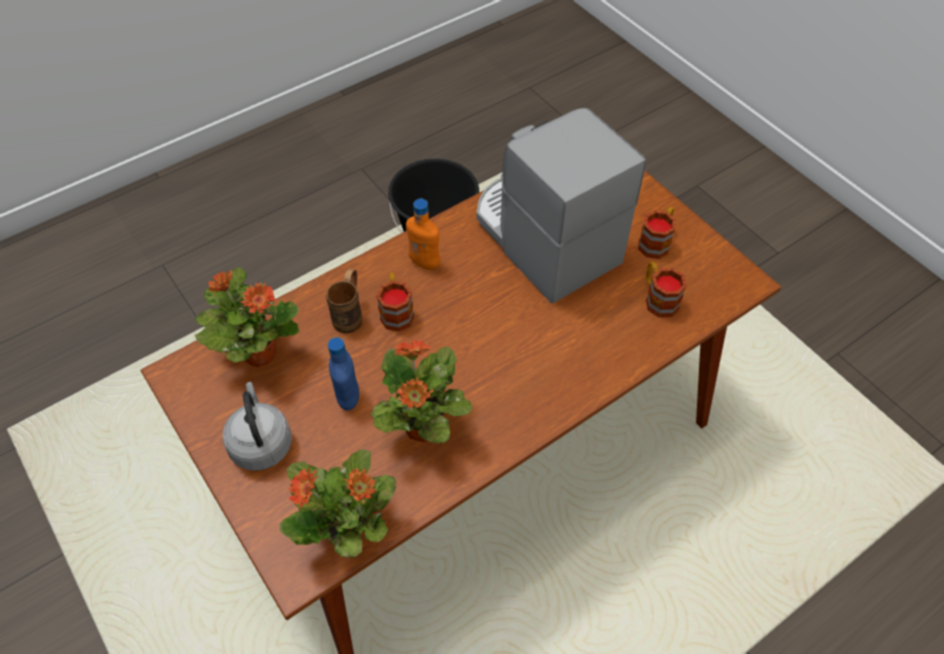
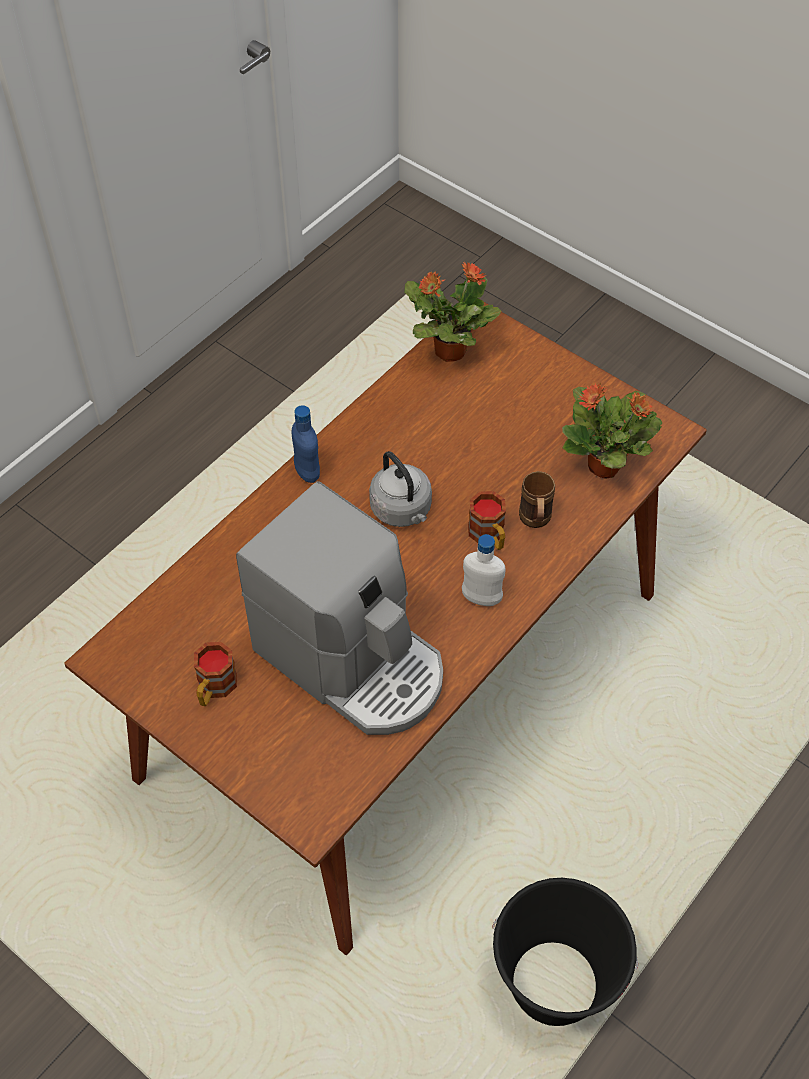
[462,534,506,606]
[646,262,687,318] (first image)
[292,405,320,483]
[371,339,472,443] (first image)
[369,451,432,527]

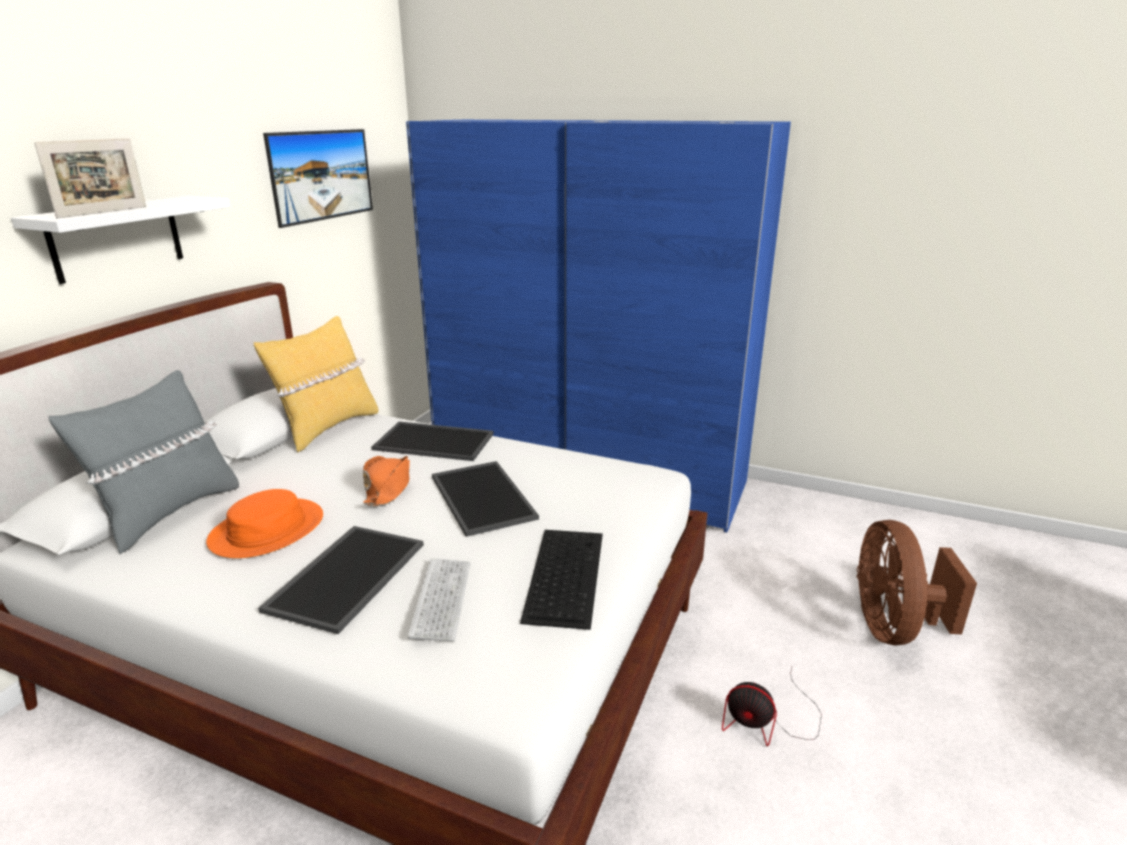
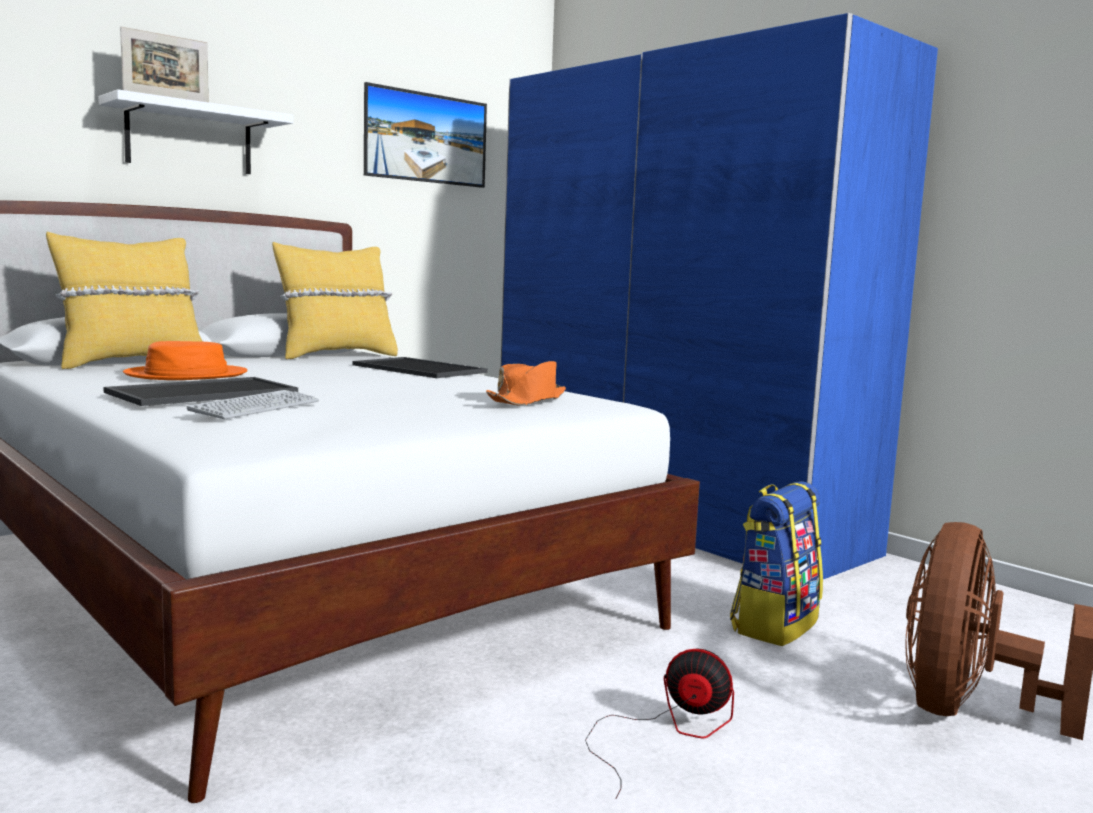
[46,232,203,369]
[486,361,566,405]
[432,461,539,537] (first image)
[520,530,603,630] (first image)
[585,648,734,799]
[730,481,823,646]

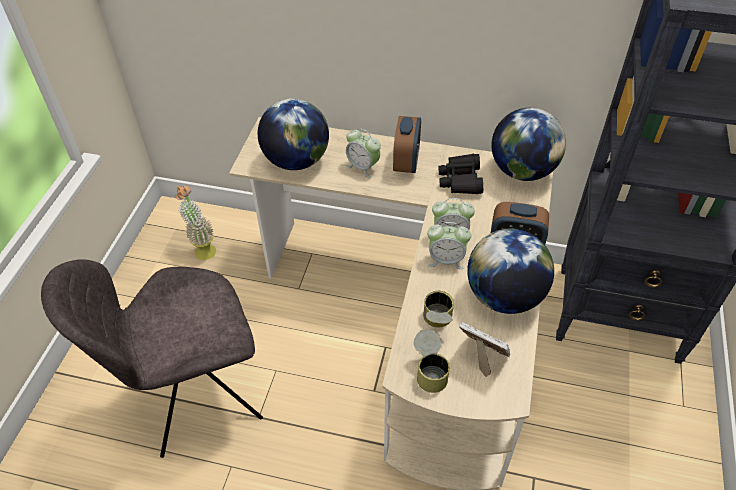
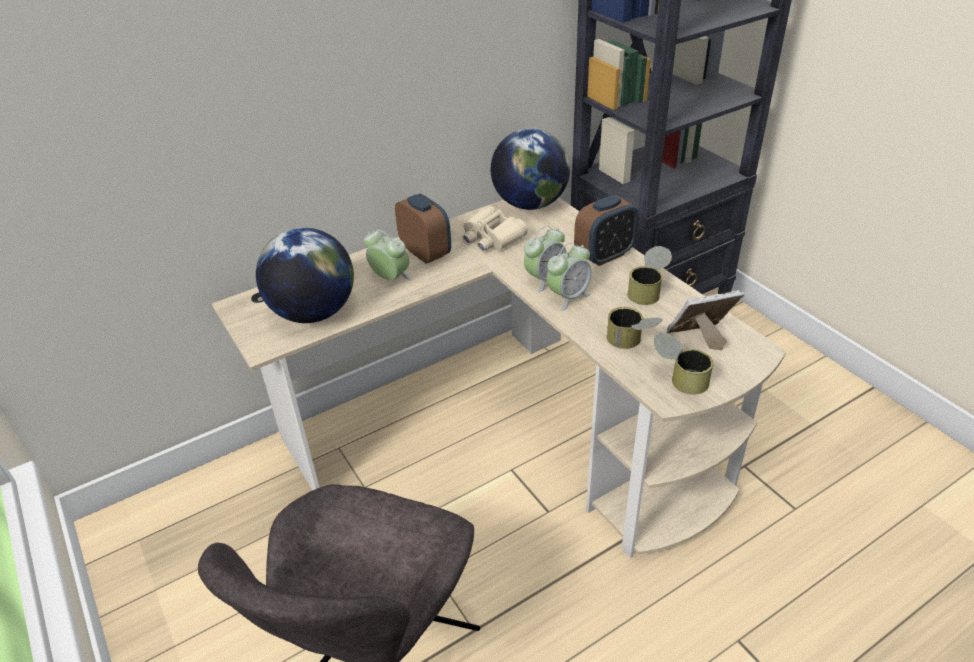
[364,230,413,281]
[462,206,528,252]
[175,185,216,260] (first image)
[627,246,672,305]

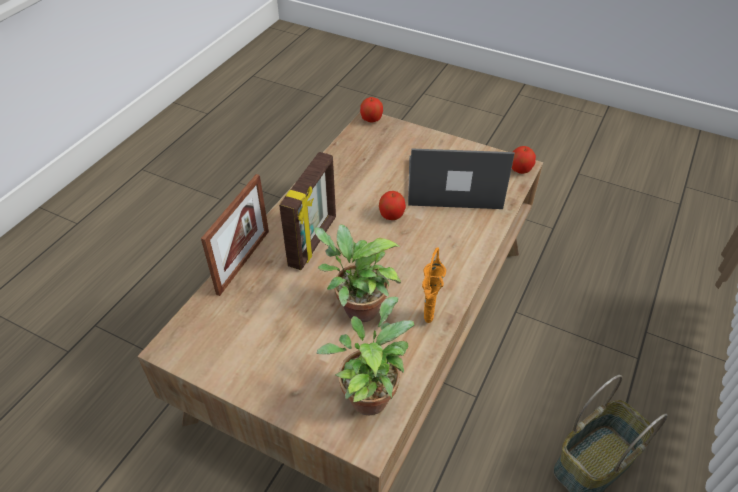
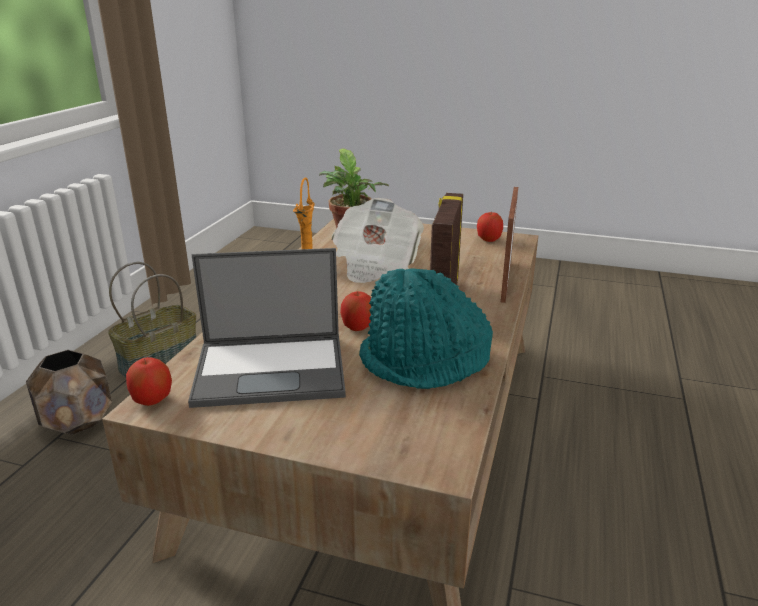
[477,211,503,242]
[332,198,424,283]
[359,268,493,389]
[26,350,112,435]

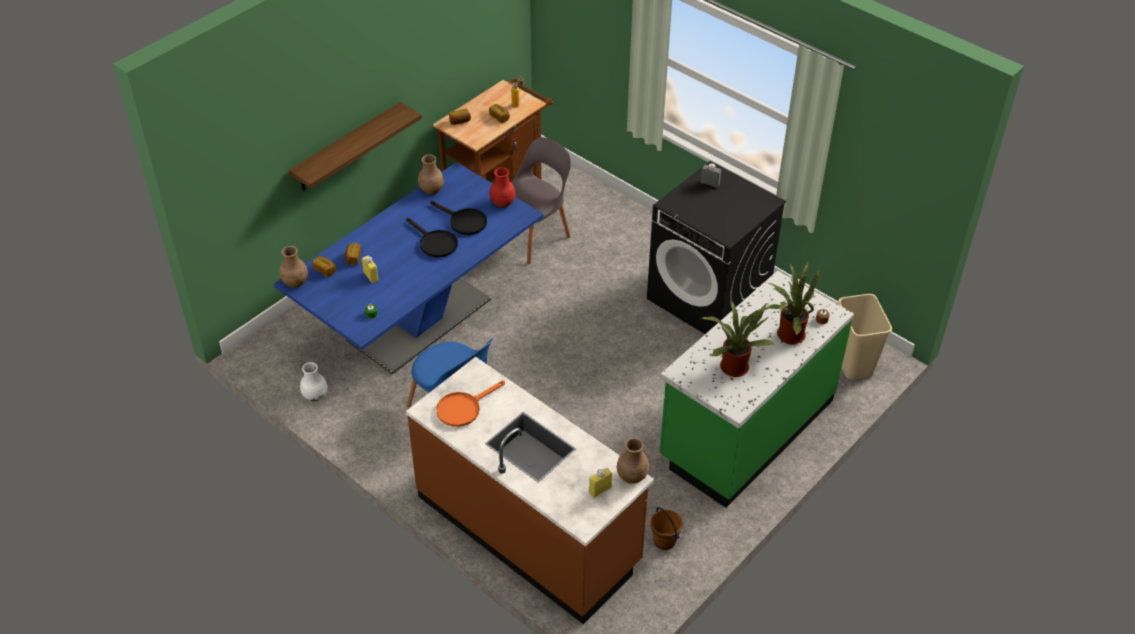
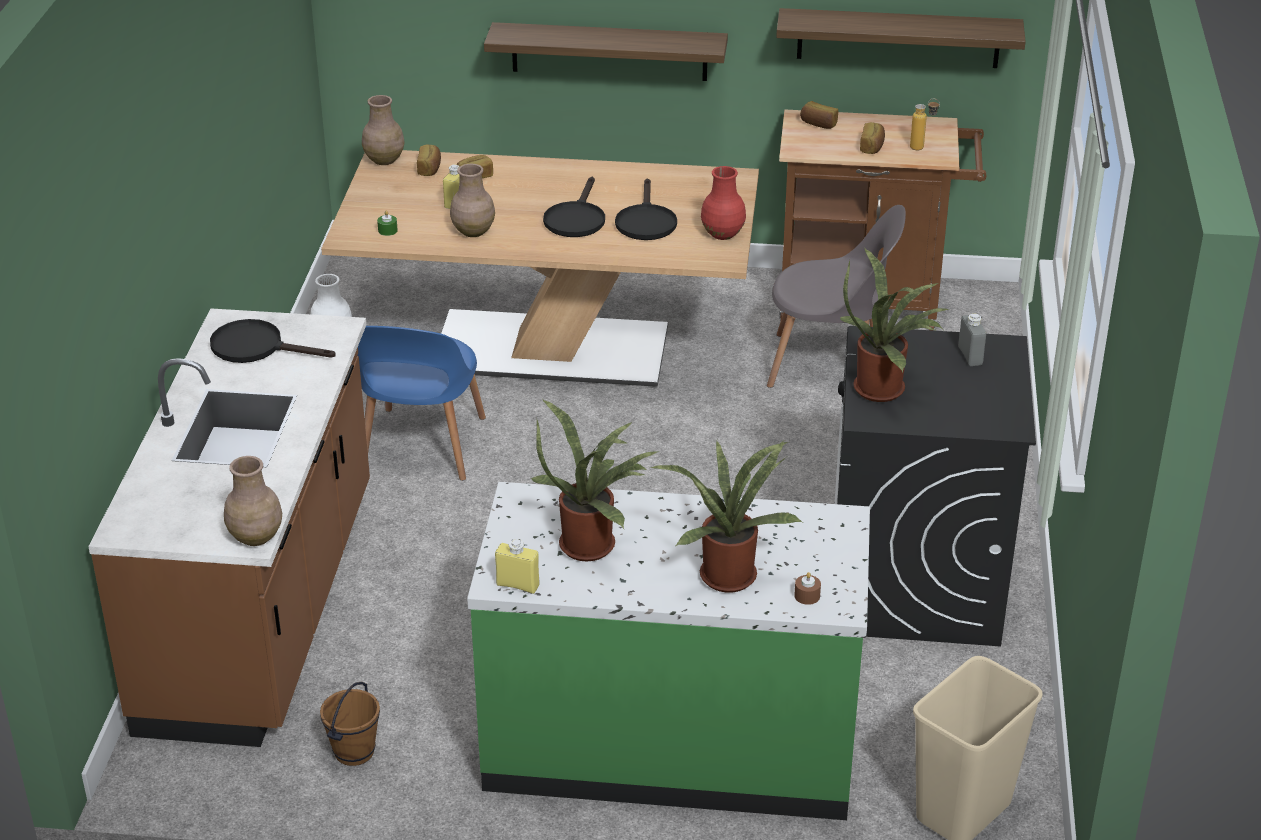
[450,164,495,237]
[321,150,759,387]
[210,319,336,363]
[495,539,539,594]
[776,8,1026,68]
[840,248,950,402]

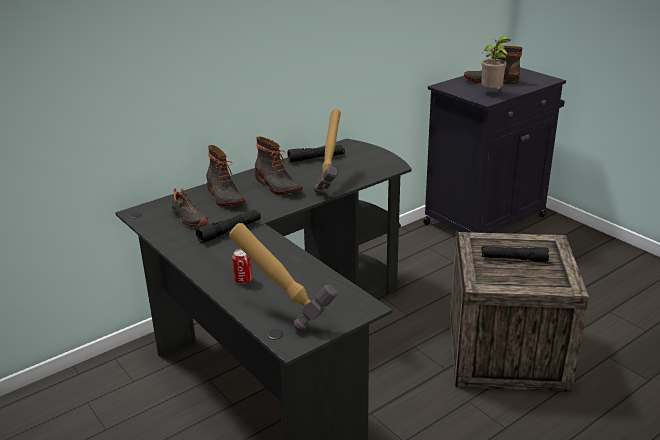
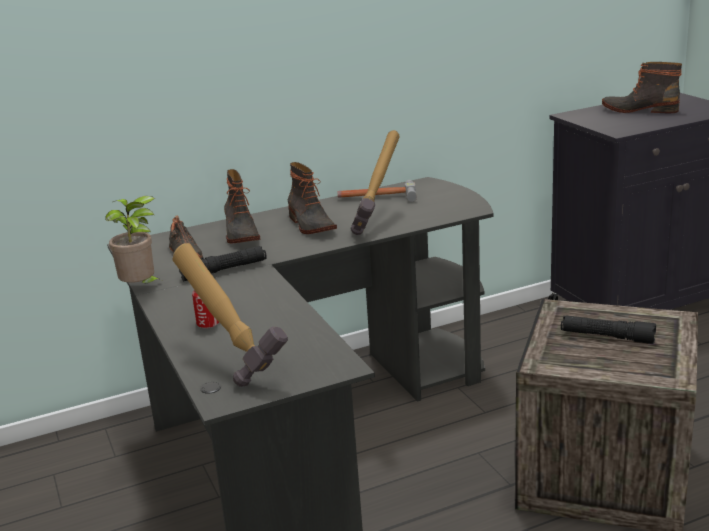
[105,196,161,283]
[338,180,417,202]

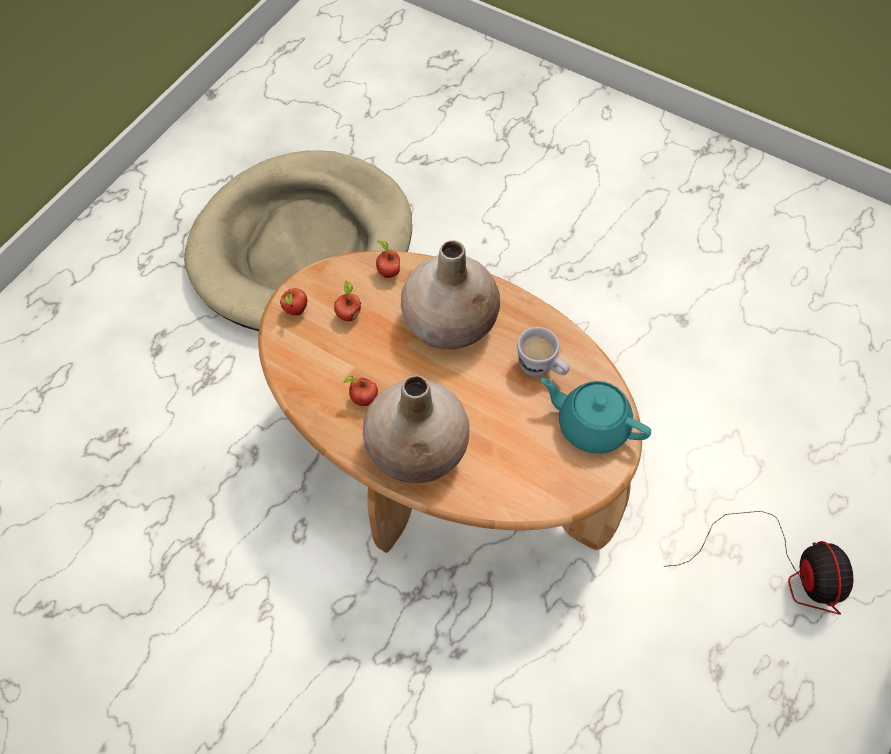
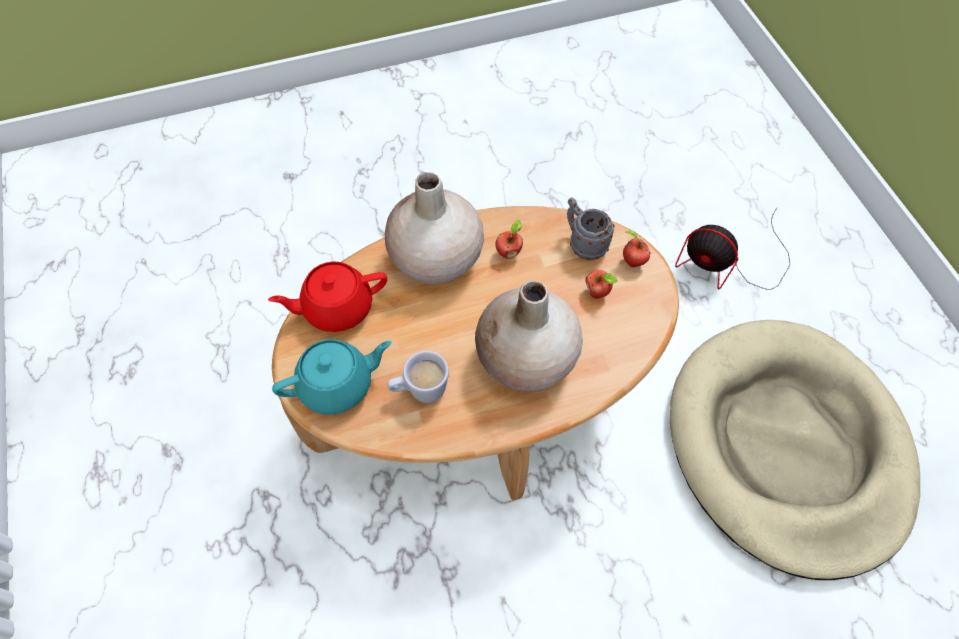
[376,240,400,278] (first image)
[675,207,790,290]
[567,197,615,260]
[268,261,387,332]

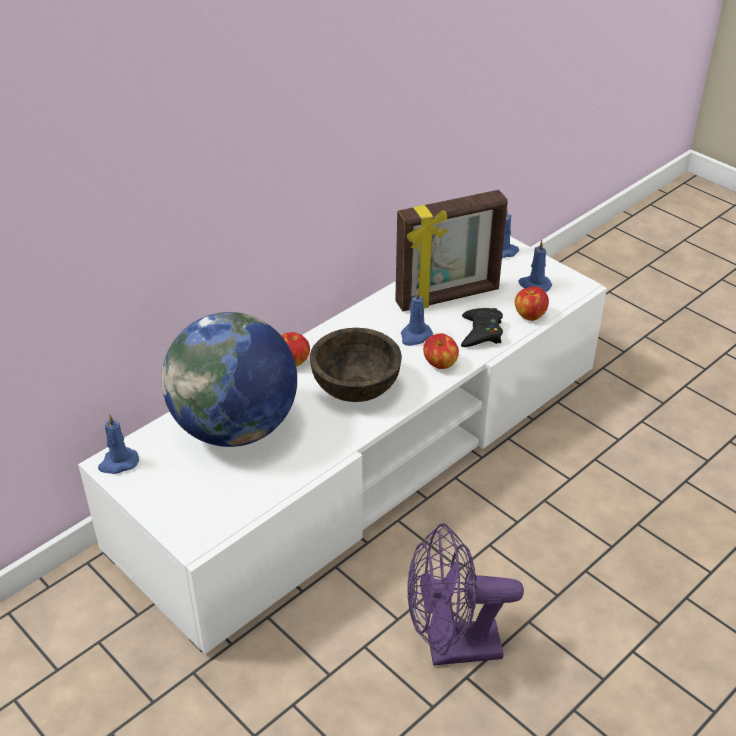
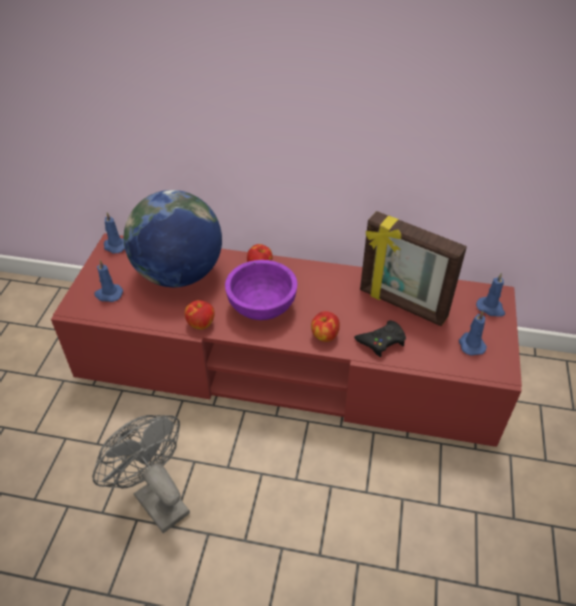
[51,233,522,447]
[185,300,215,330]
[94,260,123,302]
[225,260,297,320]
[92,415,190,533]

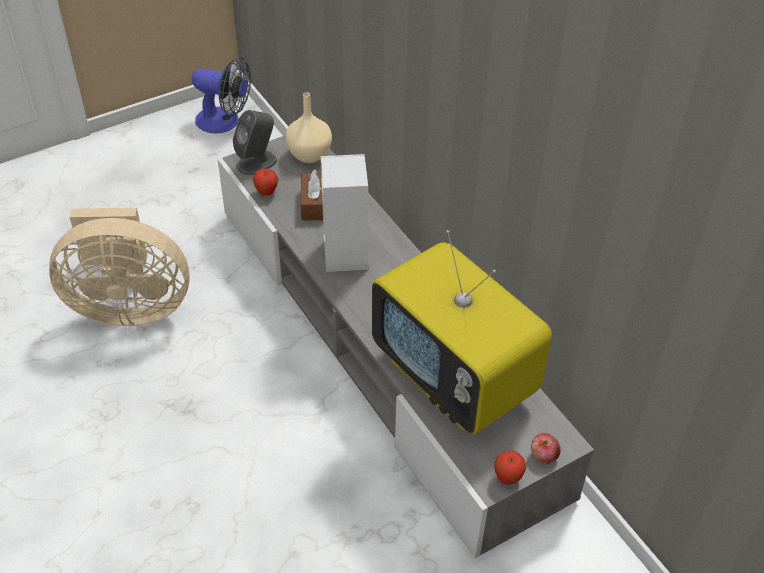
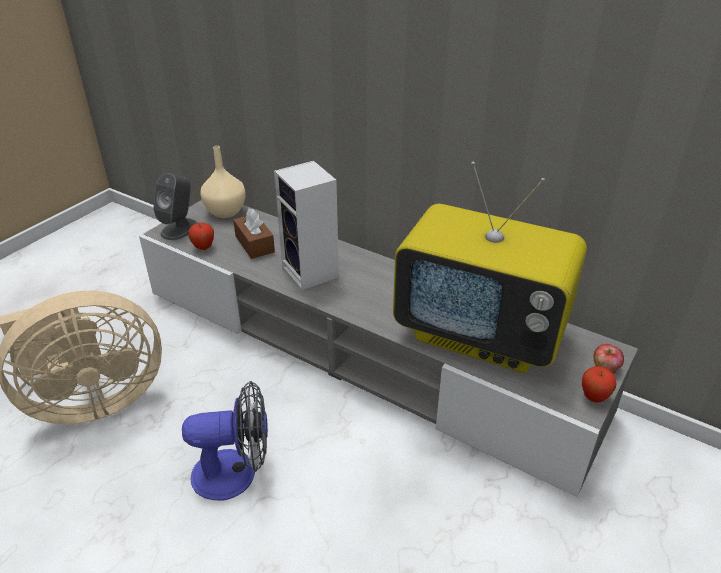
[182,381,268,500]

